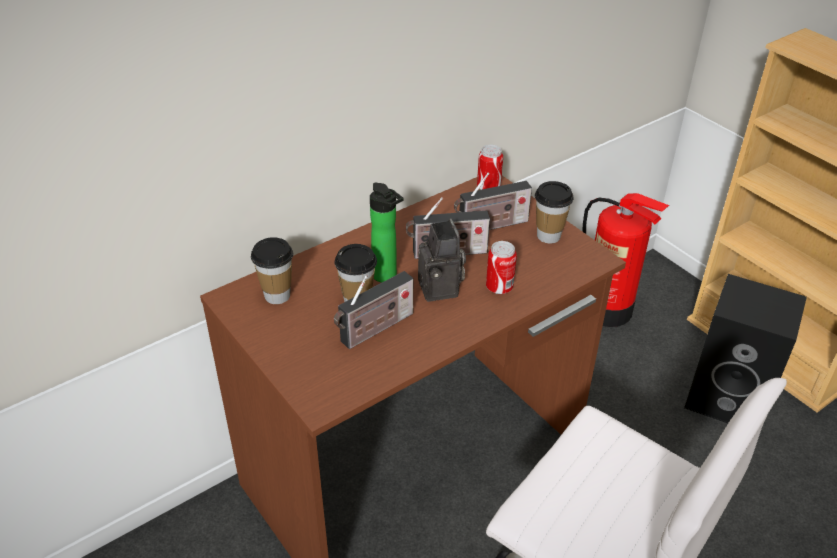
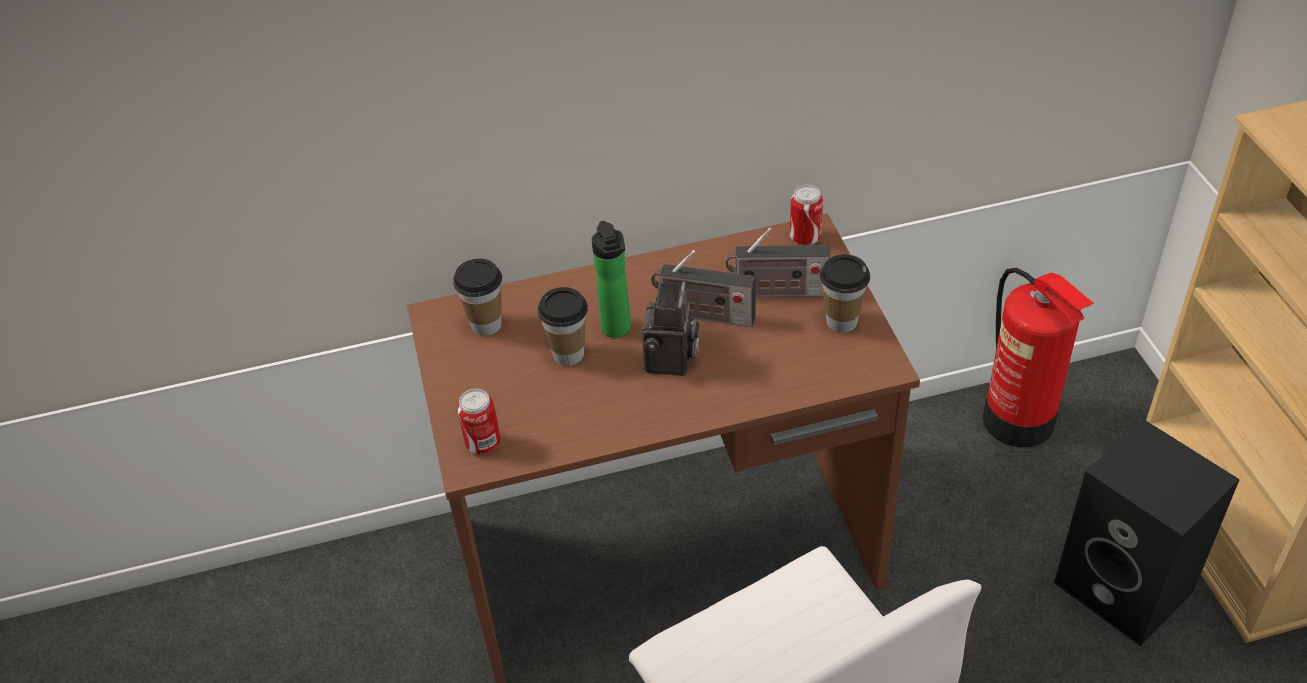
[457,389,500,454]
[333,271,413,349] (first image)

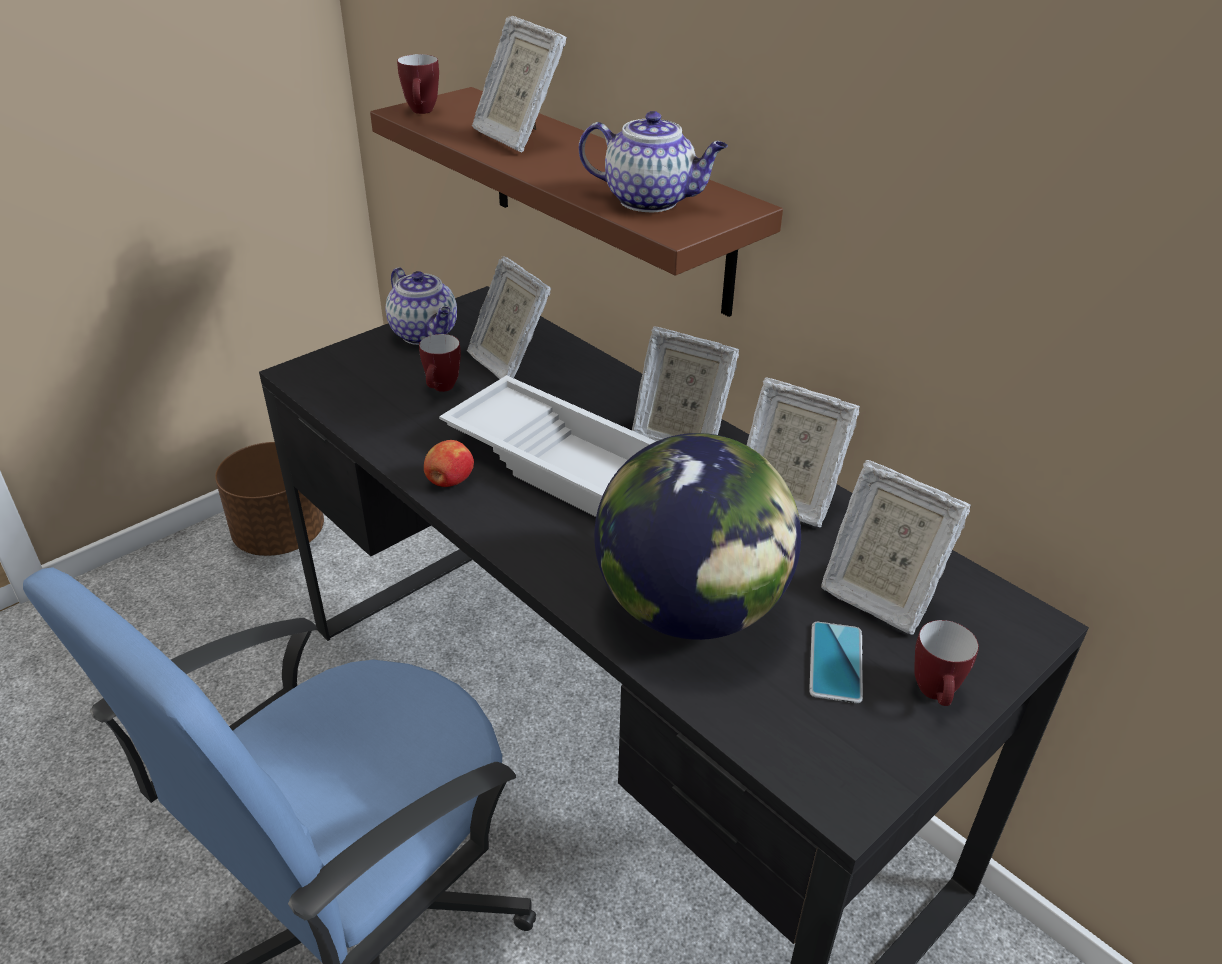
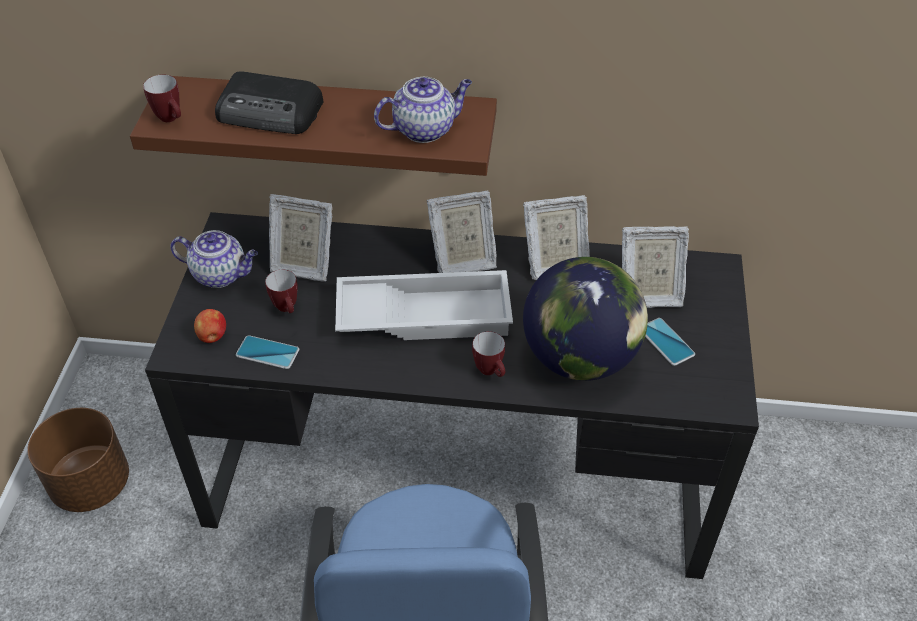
[215,71,323,134]
[194,309,226,343]
[472,331,505,377]
[236,335,299,369]

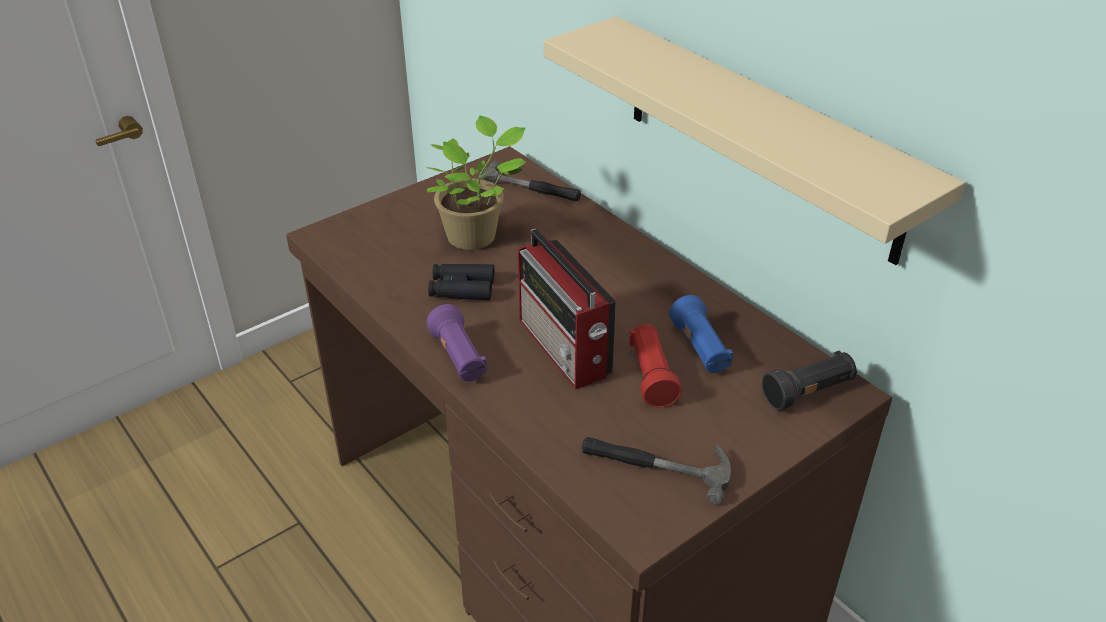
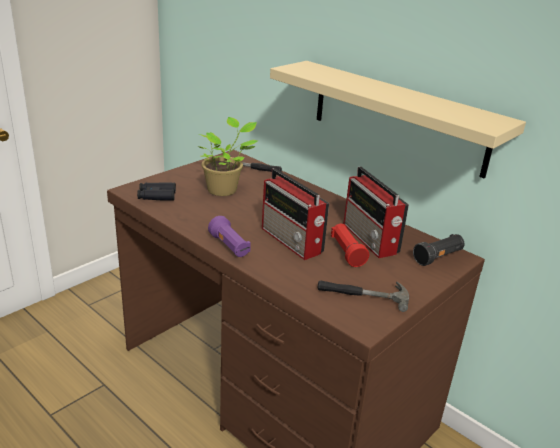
[137,183,176,201]
[343,167,409,258]

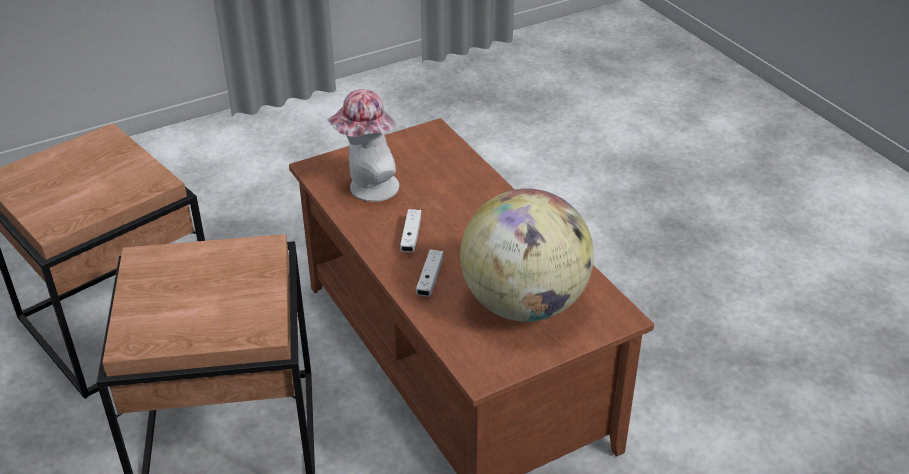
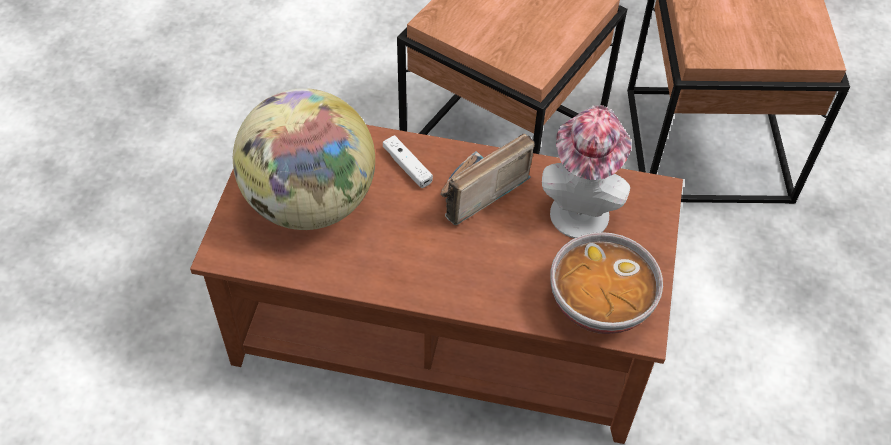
[440,134,535,225]
[550,232,663,334]

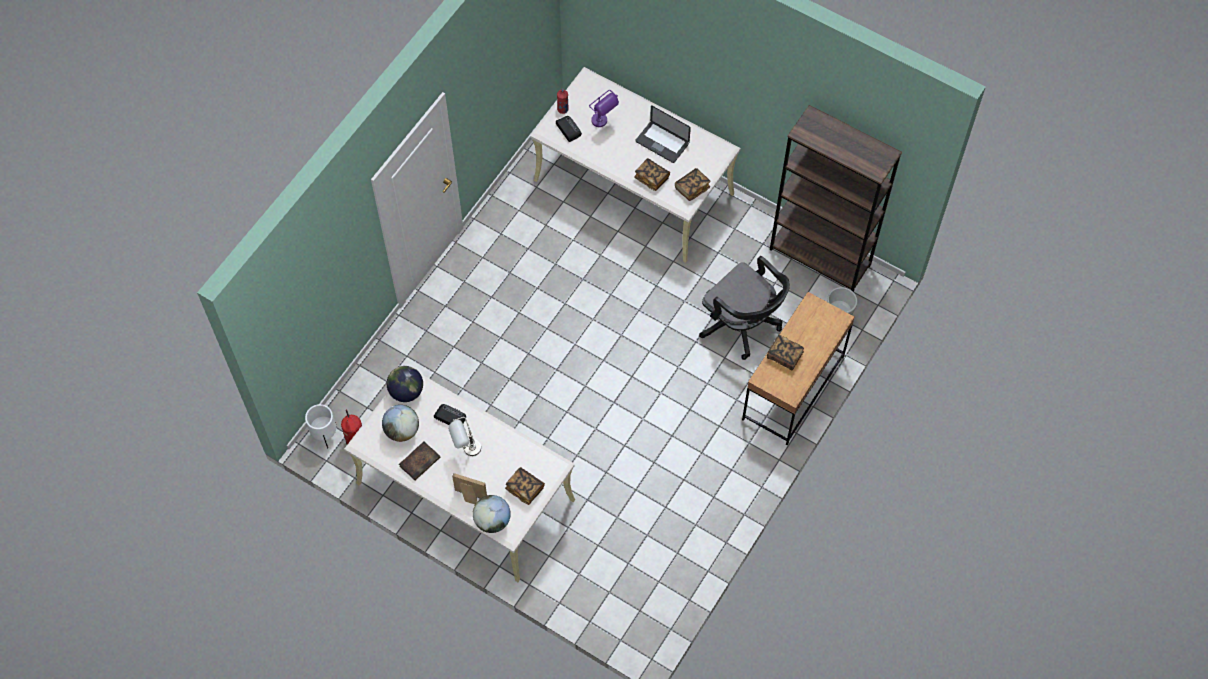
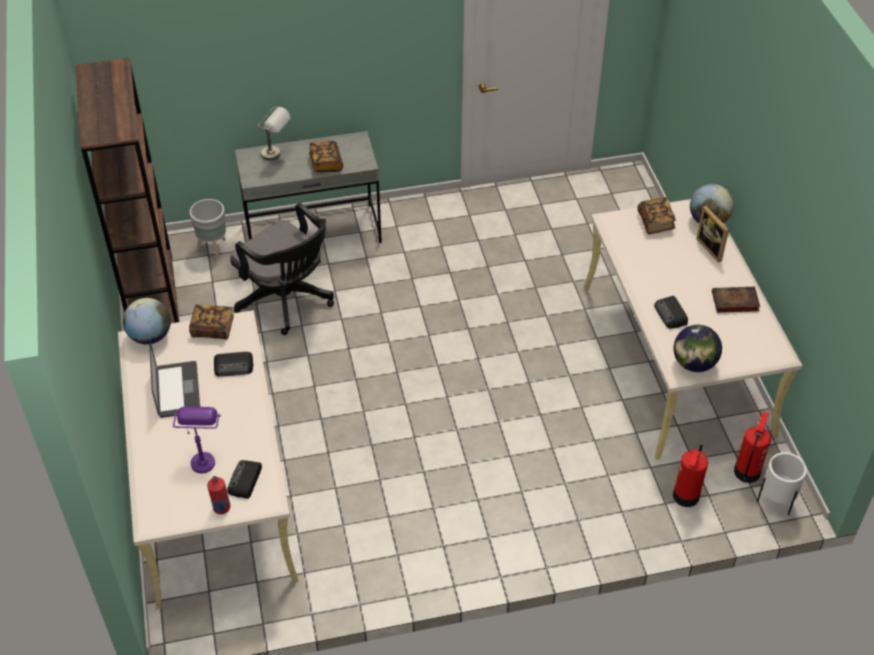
[214,352,254,377]
[230,203,334,335]
[235,131,382,243]
[123,298,171,344]
[258,107,291,160]
[673,444,708,507]

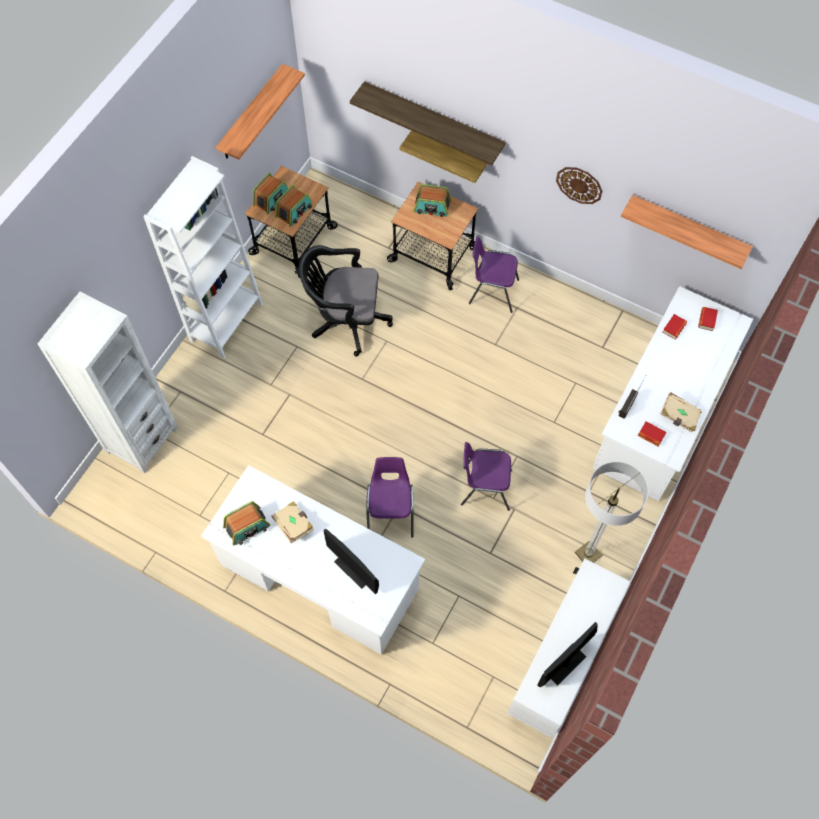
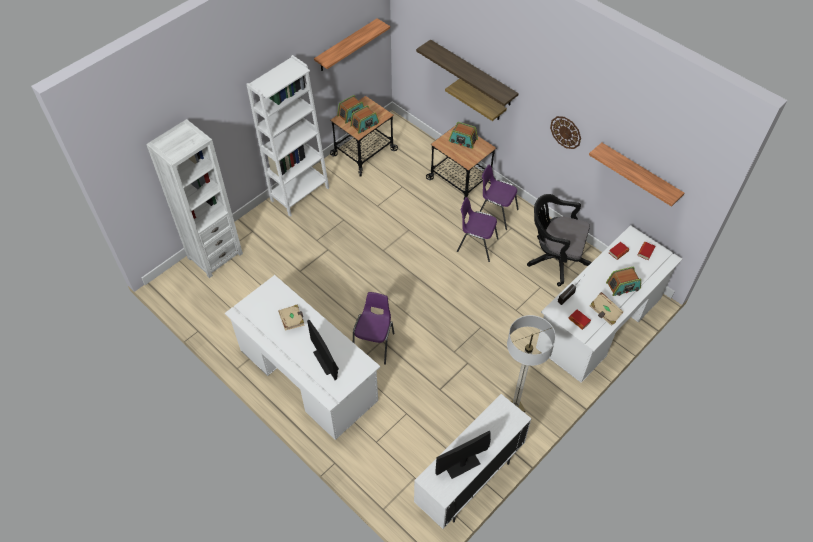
[527,194,592,286]
[457,197,498,262]
[606,266,641,296]

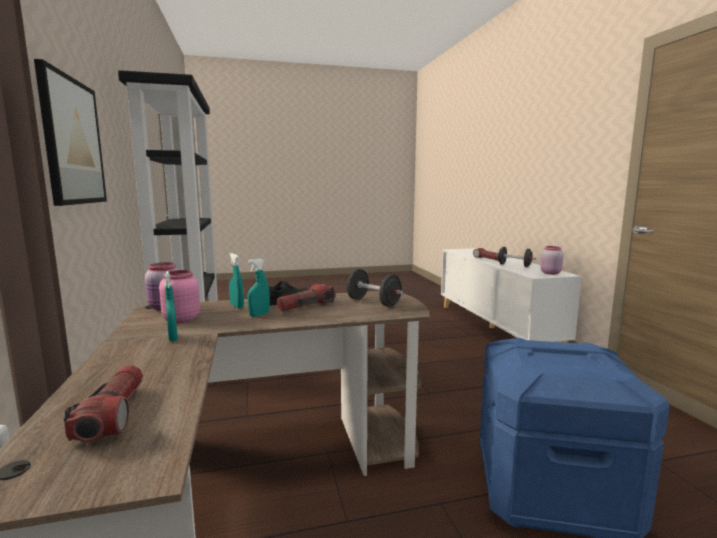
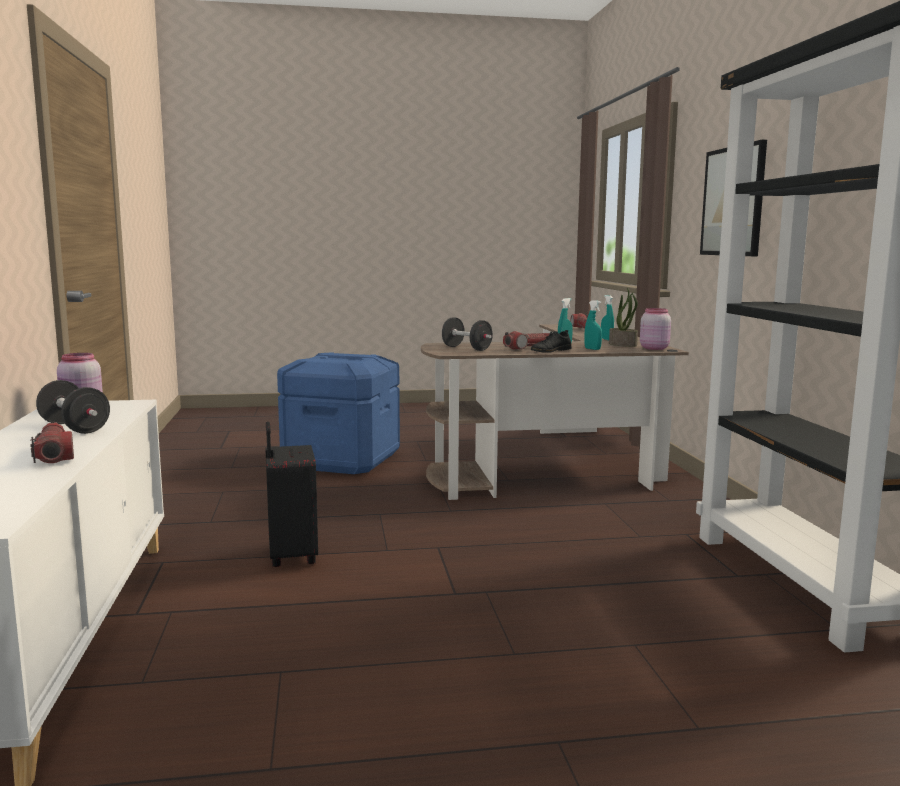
[609,288,638,347]
[265,422,318,567]

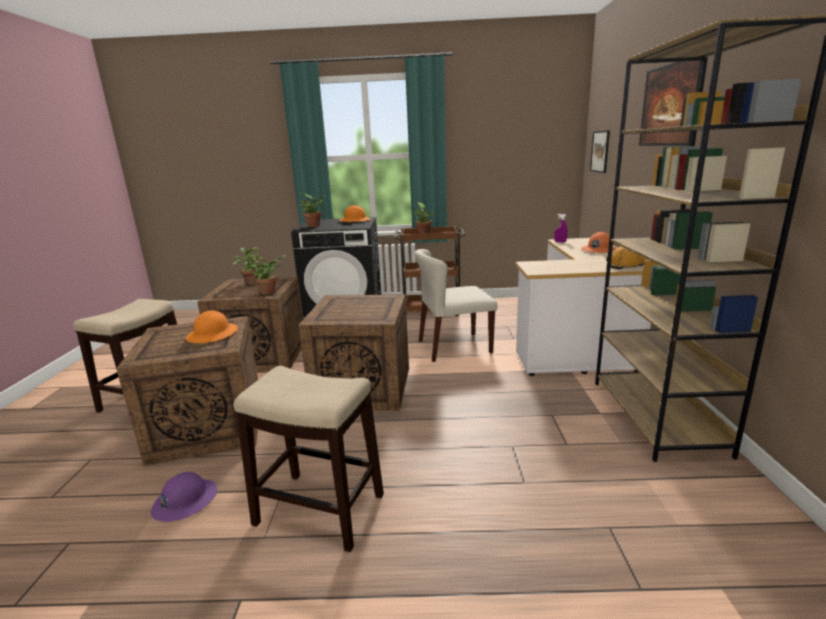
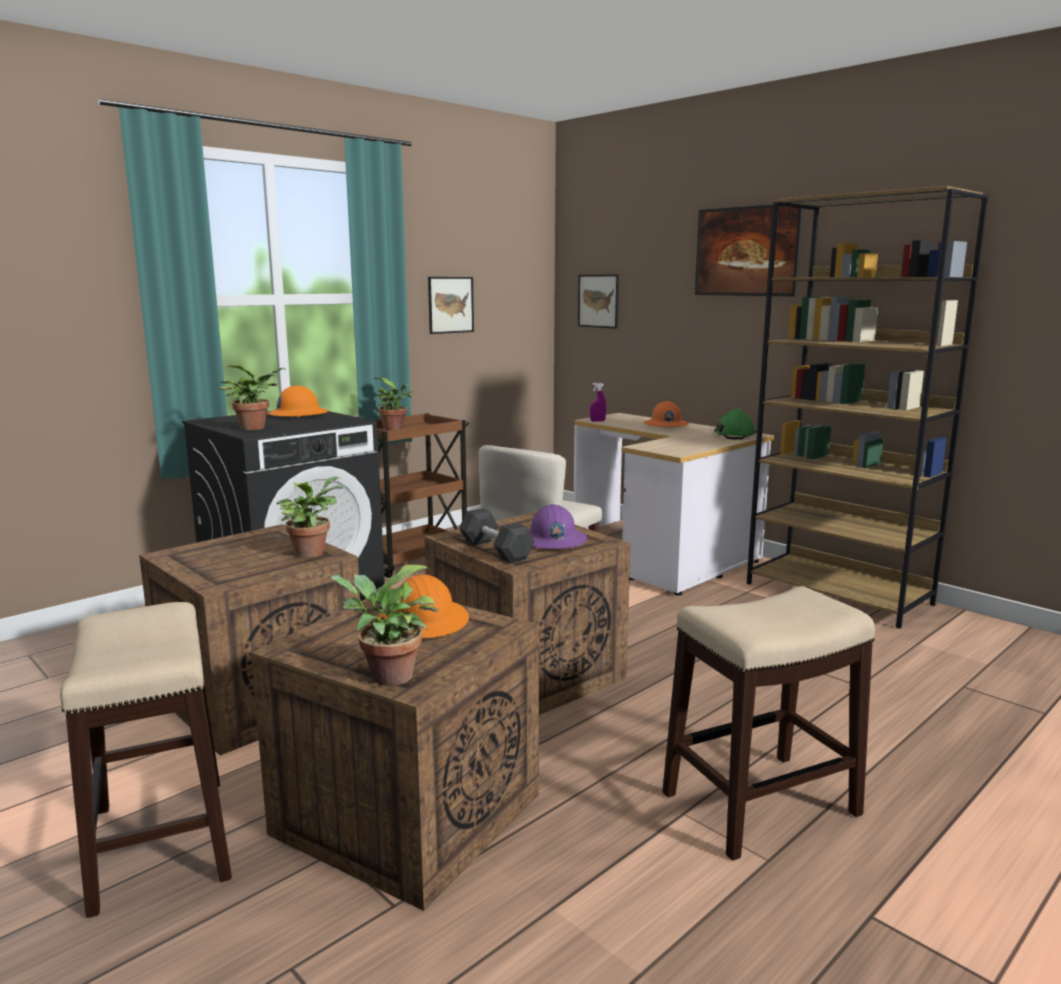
[714,409,757,440]
[328,565,438,686]
[529,504,587,549]
[428,277,474,334]
[459,508,535,563]

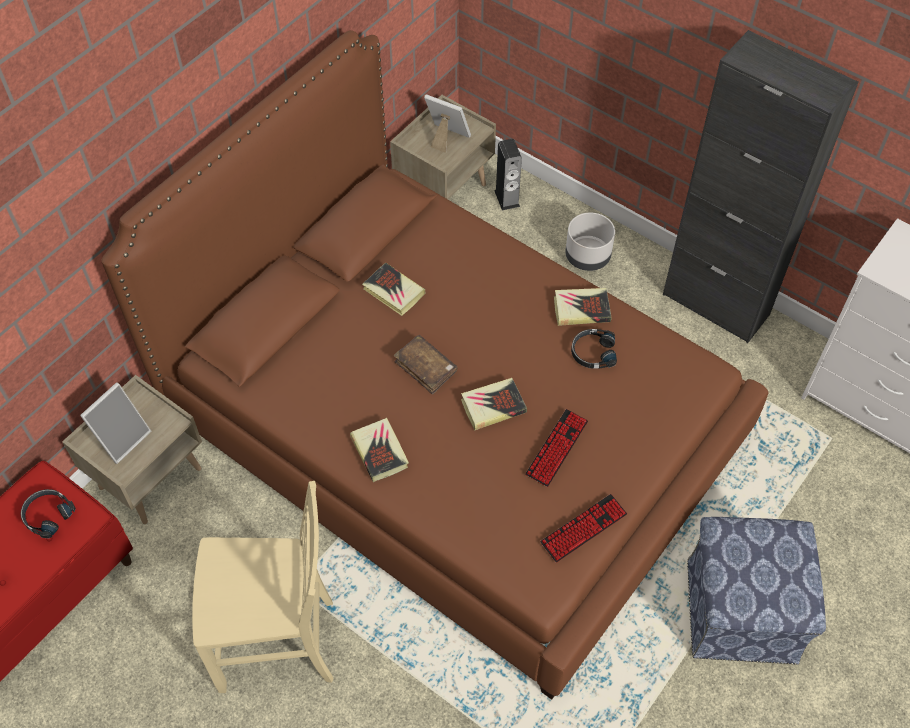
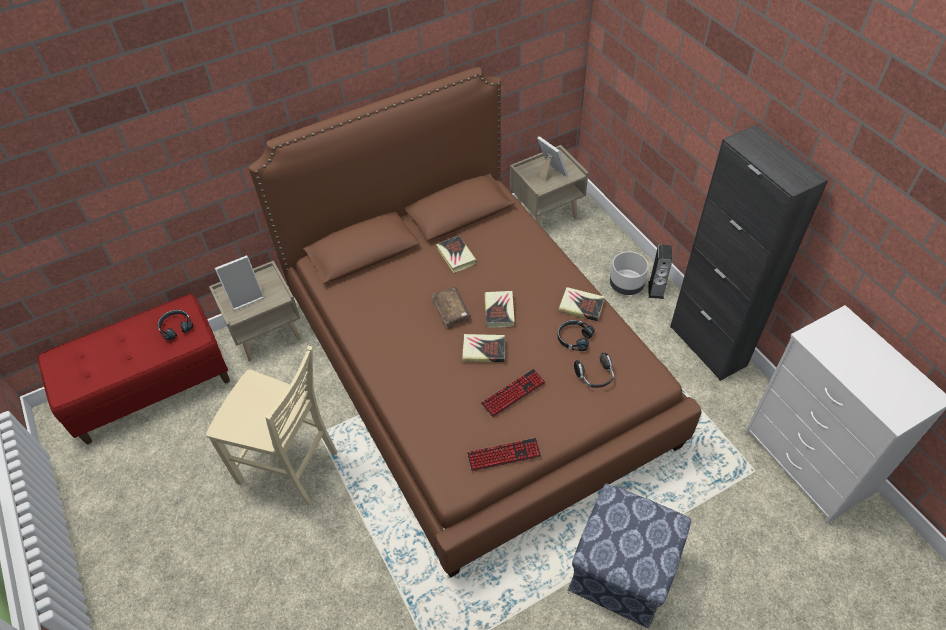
[649,244,672,299]
[484,291,515,327]
[574,352,614,388]

